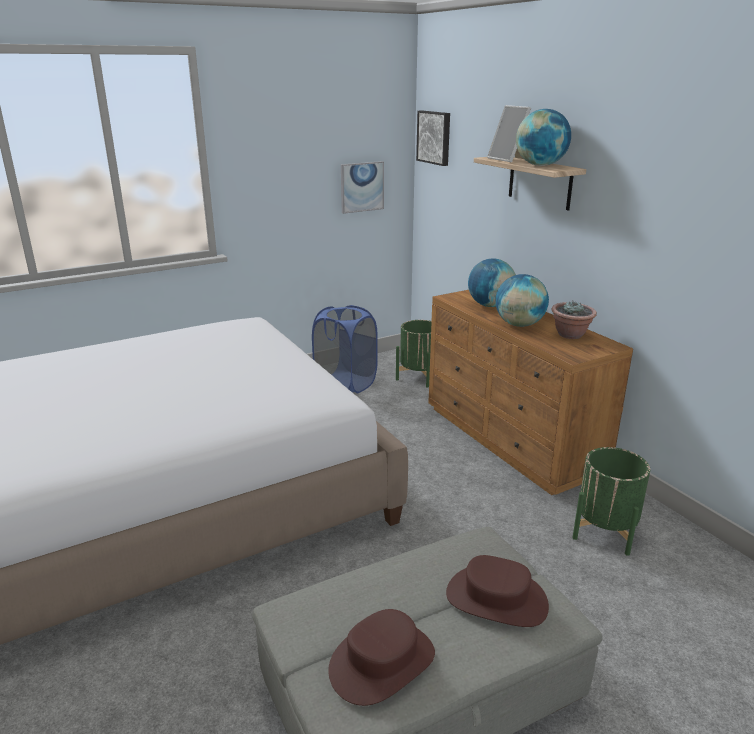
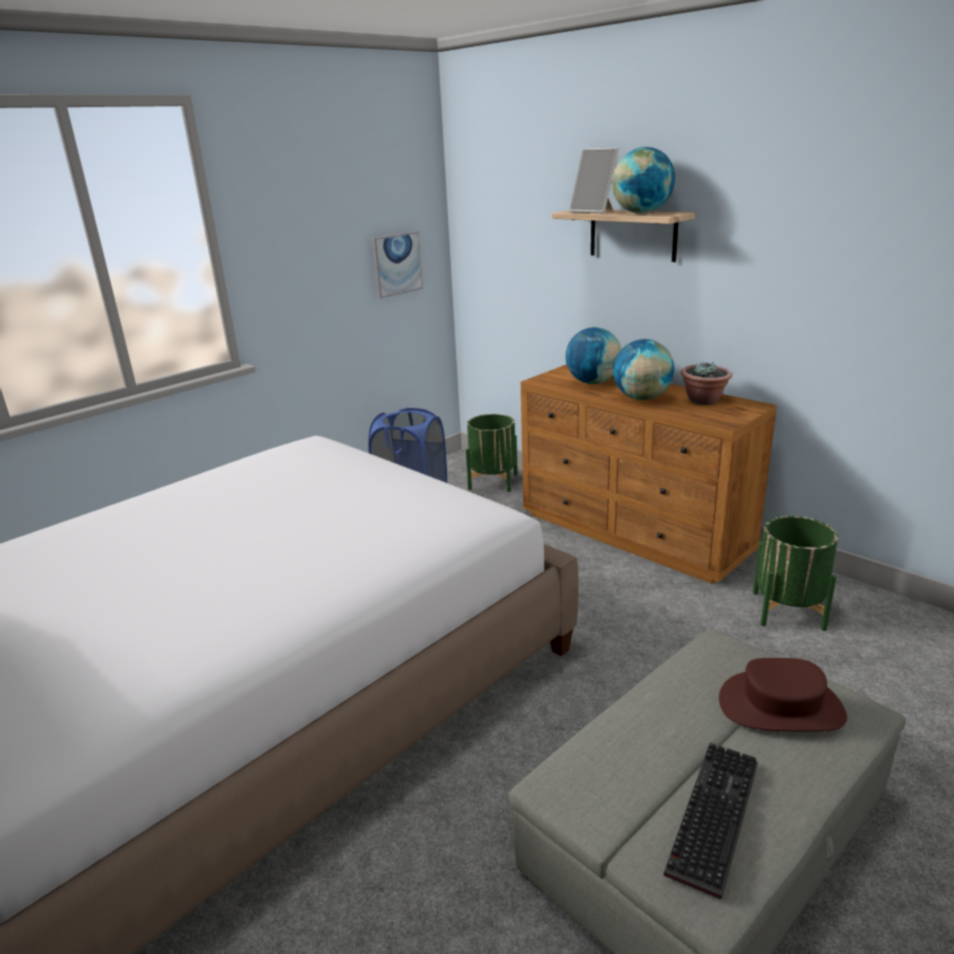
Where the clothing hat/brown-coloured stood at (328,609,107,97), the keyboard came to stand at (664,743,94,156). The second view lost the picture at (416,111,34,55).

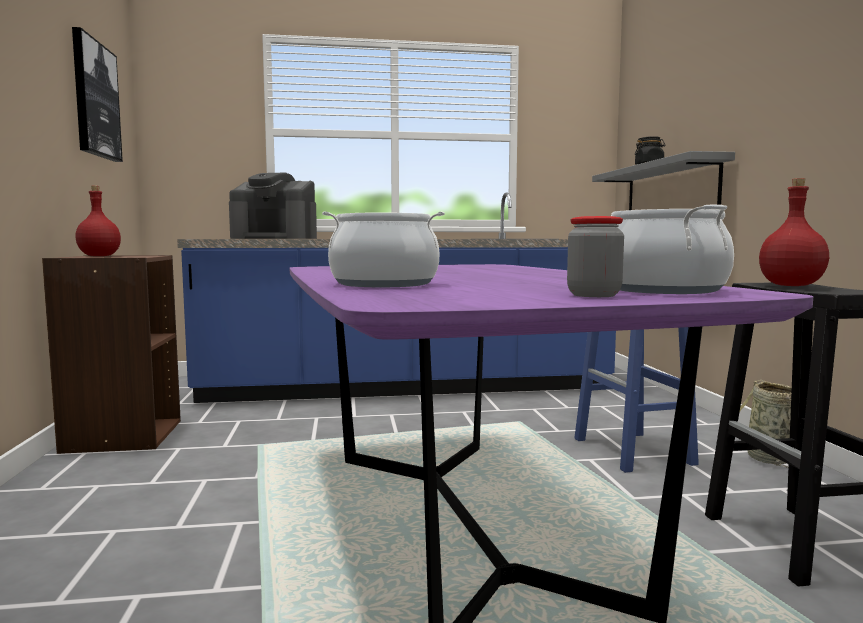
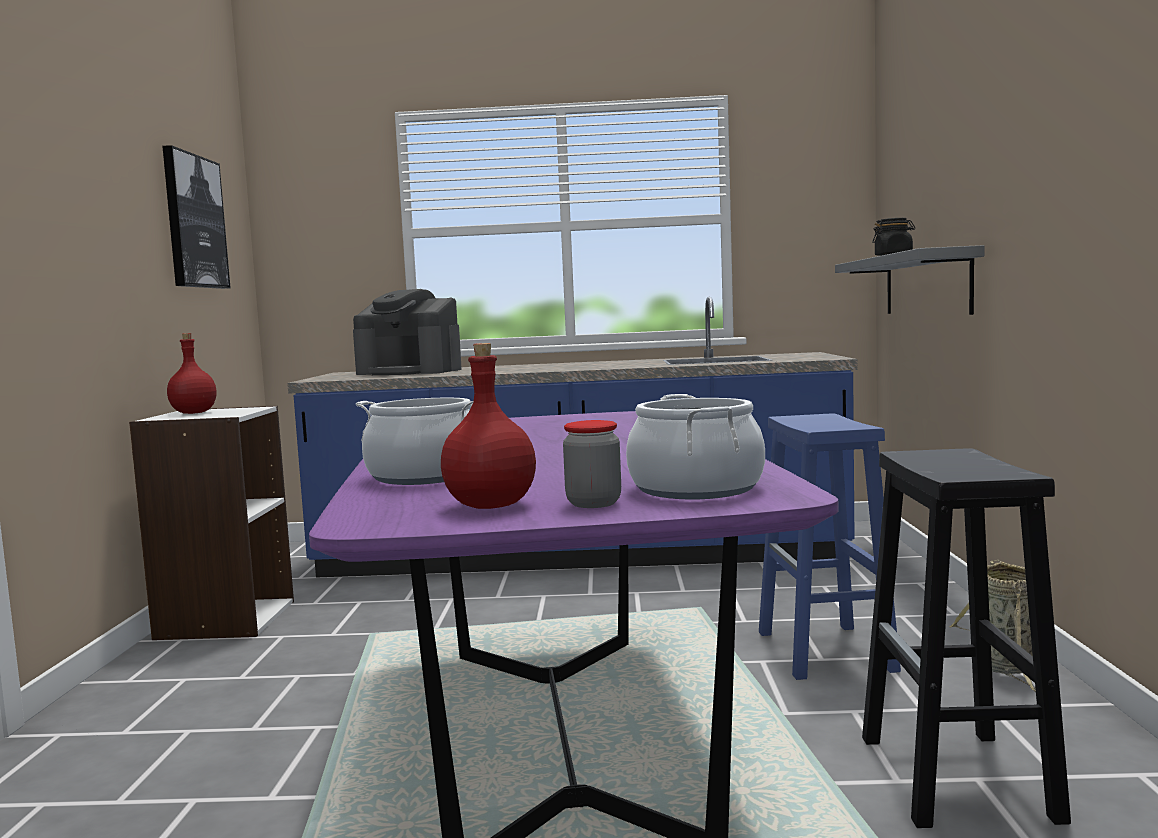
What was the bookcase/brown-coloured at (42,255,139,199) turned into the bookcase/white at (129,406,165,234). The beverage bottle/red ended up elsewhere, having gone from (759,178,70,108) to (441,343,95,166).

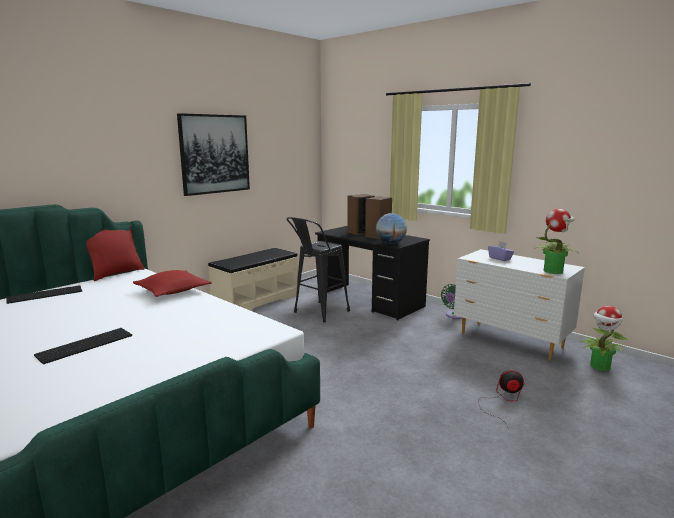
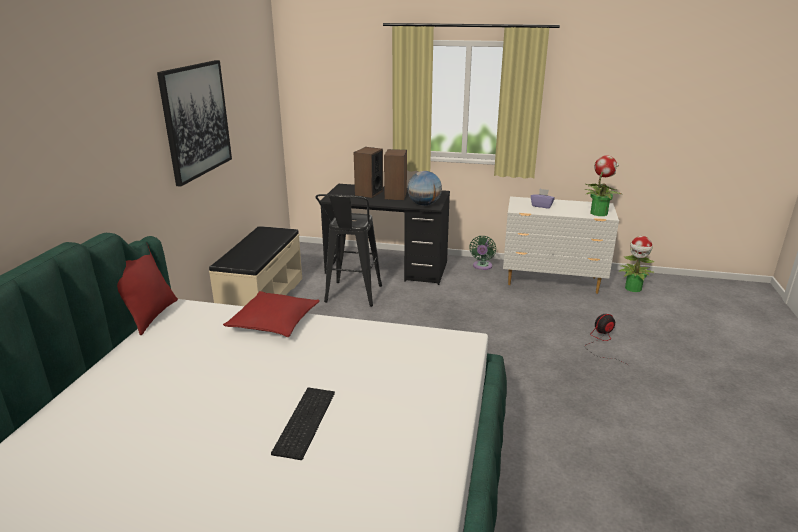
The second view lost the keyboard at (6,285,76,19).

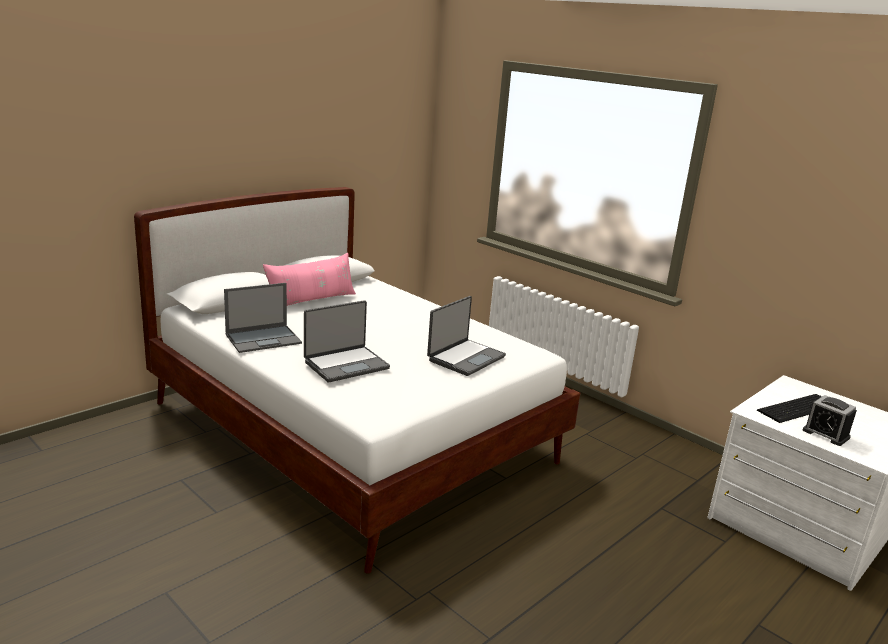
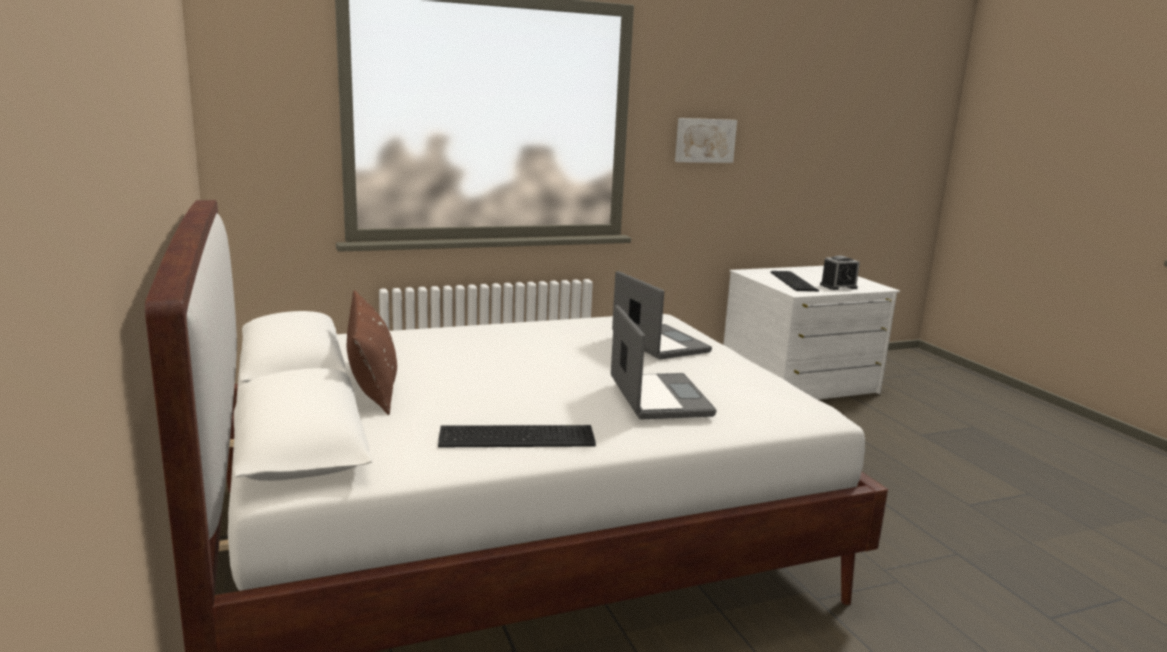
Where the portable computer stood at (224,283,78,70), the keyboard came to stand at (438,425,158,22). What was the cushion/pink-coloured at (263,253,93,53) turned into the cushion/brown-coloured at (347,290,50,125). The second view gained the picture at (675,118,62,45).

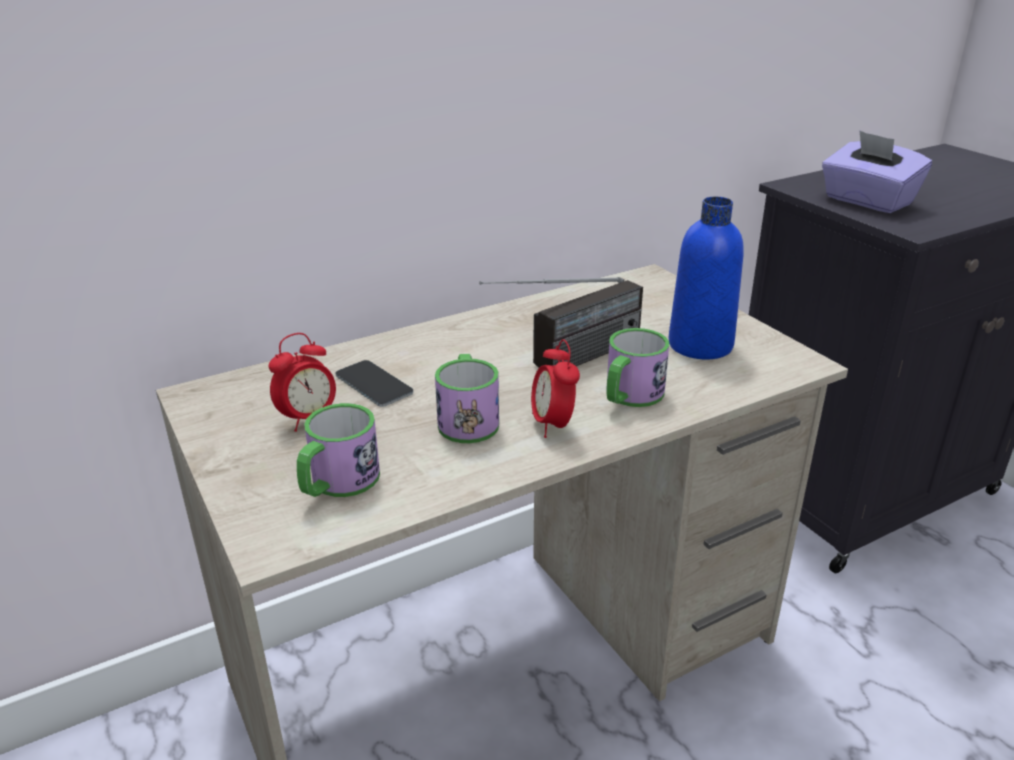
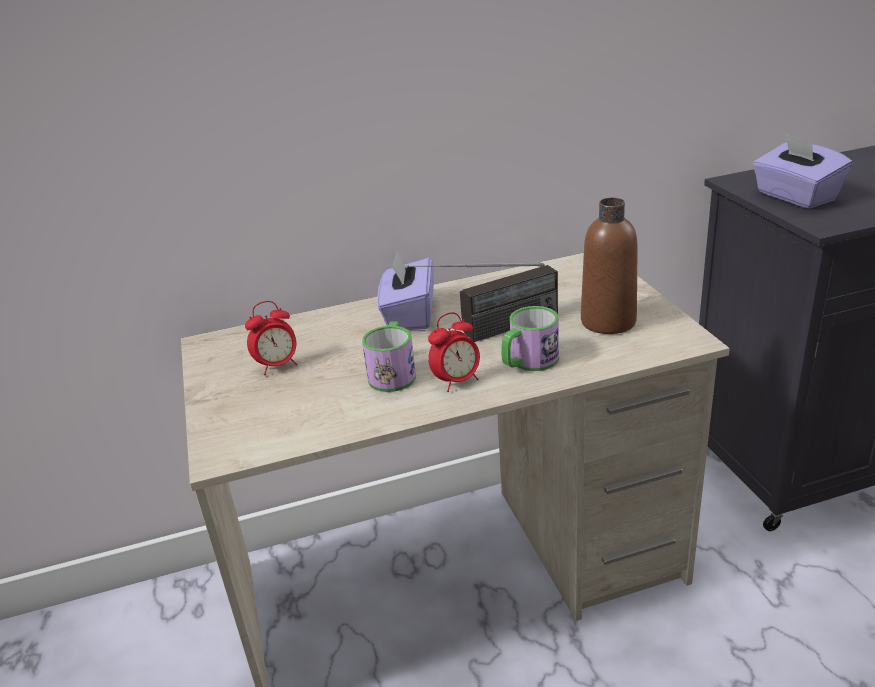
The second view lost the coffee mug at (297,403,83,94). The second view lost the phone at (335,360,78,47). The bedside clock at (531,339,49,99) ended up facing another way, 120 degrees counterclockwise from before. What was the beverage bottle/blue-coloured at (669,197,75,162) turned into the beverage bottle/brown-coloured at (581,198,57,136). The second view gained the tissue holder/purple at (377,251,57,79).

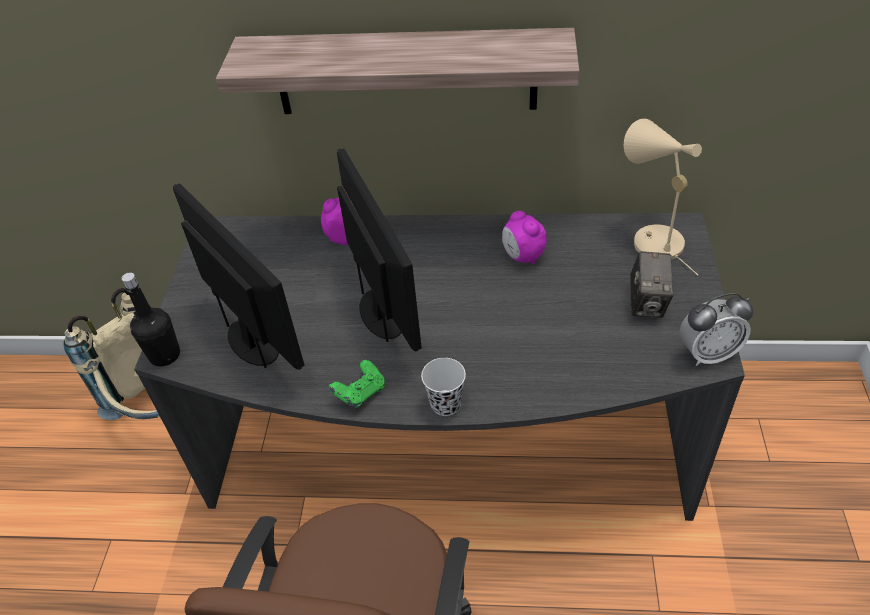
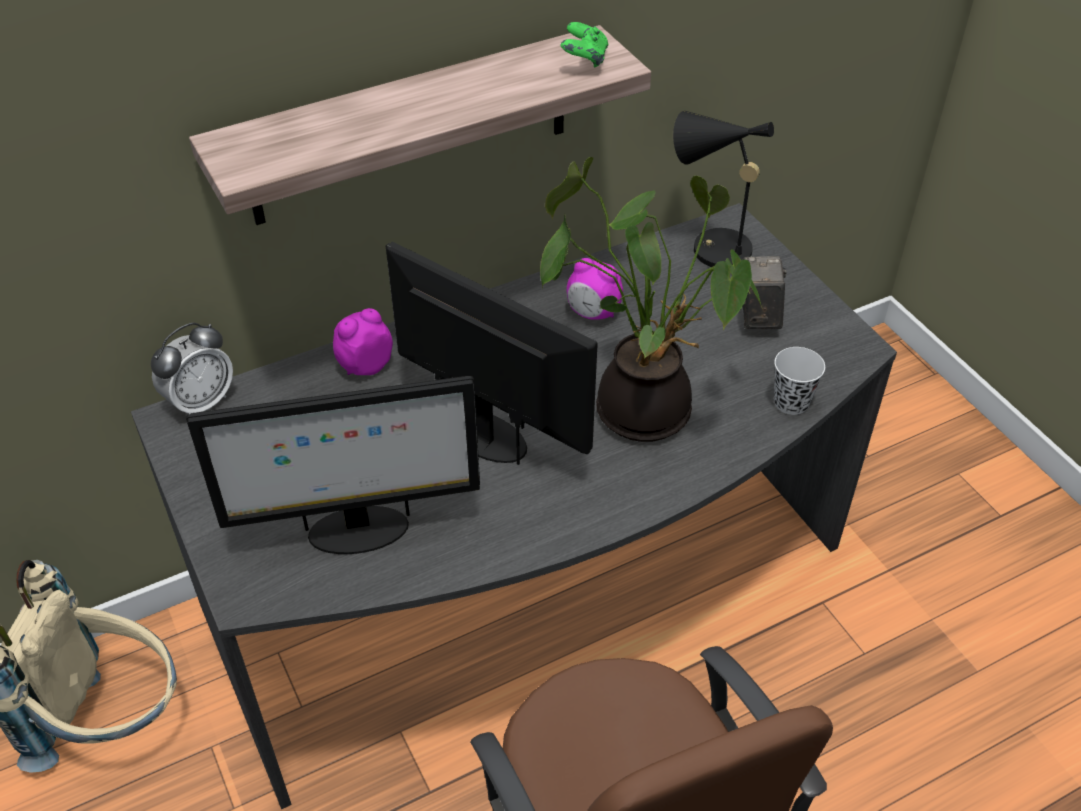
The second view lost the beverage bottle/black-coloured at (121,273,59,94). The monitor at (173,183,132,187) ended up facing another way, 150 degrees clockwise from before. The joypad/greenish ended up elsewhere, having gone from (329,360,56,49) to (560,22,48,46). The drinking cup/white ended up elsewhere, having gone from (421,358,45,58) to (774,347,51,68). What was the table lamp/beige at (624,119,78,156) turned into the table lamp/black-coloured at (673,111,113,158). The still camera at (630,251,44,67) ended up facing another way, 150 degrees counterclockwise from before. The bedside clock ended up elsewhere, having gone from (680,293,74,73) to (151,322,82,92). The second view gained the houseplant at (540,157,223,285).

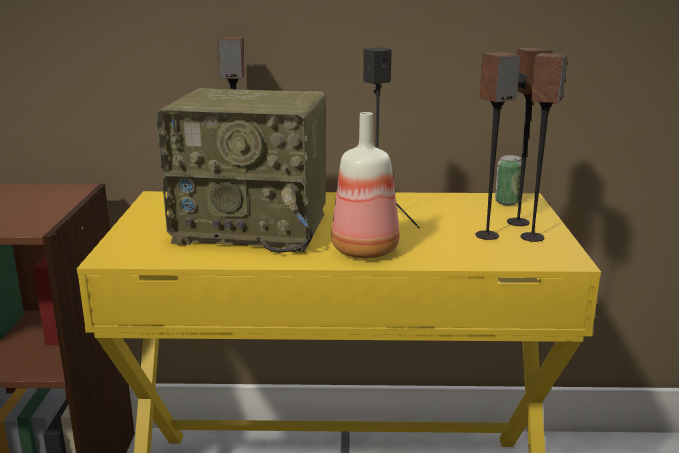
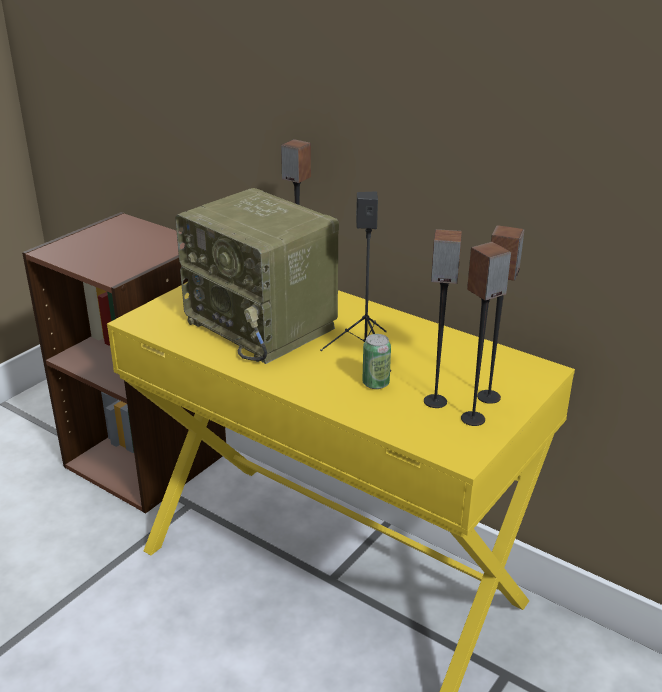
The second view lost the beverage bottle at (331,112,69,146). The can ended up elsewhere, having gone from (495,155,27,50) to (362,334,29,55).

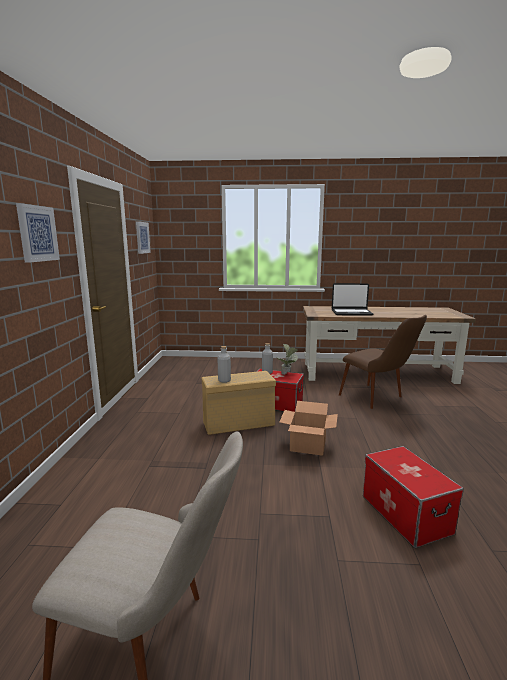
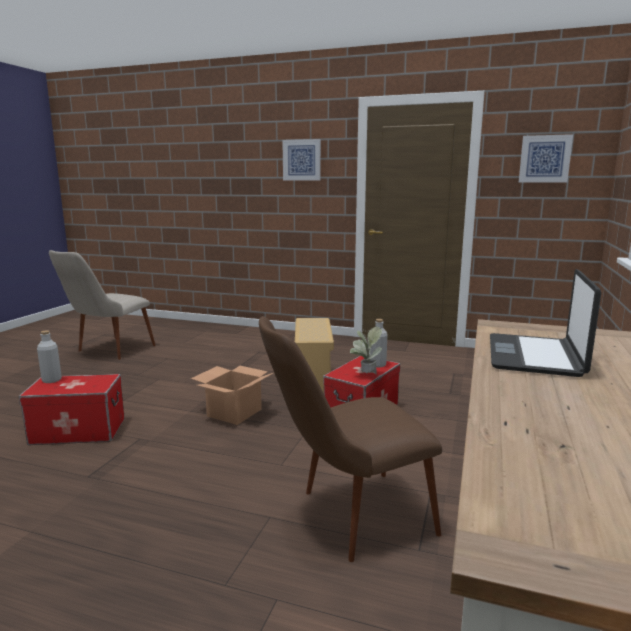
The beverage bottle/grey ended up elsewhere, having gone from (217,346,14,37) to (37,330,25,53).

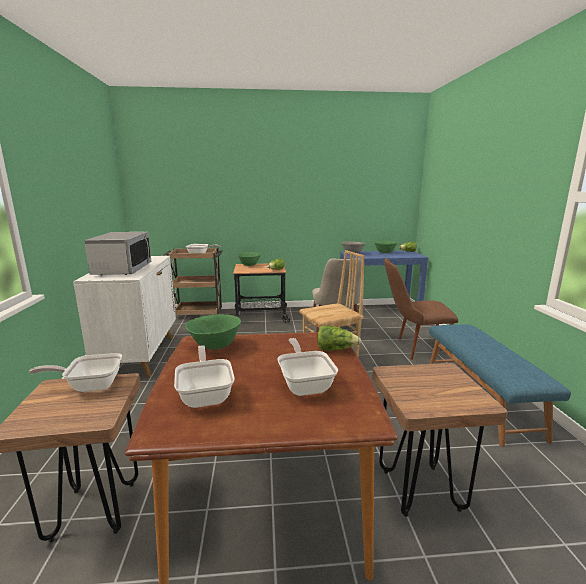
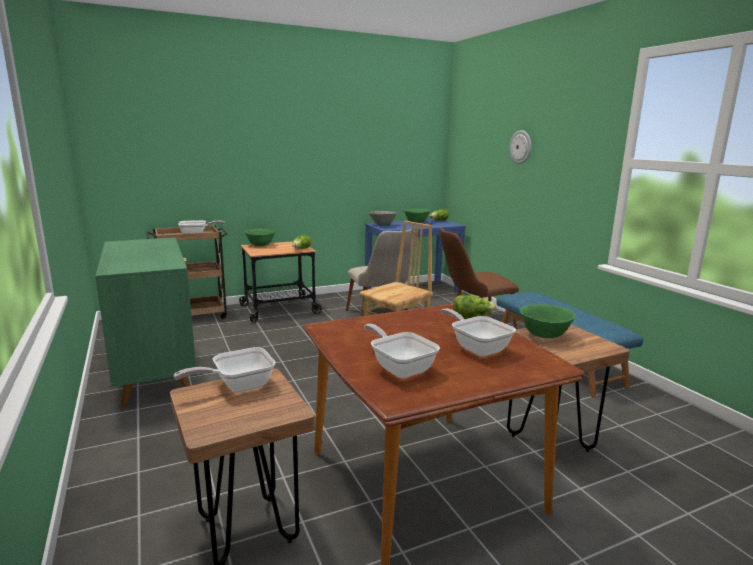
What was the storage cabinet/white at (73,256,103,121) turned into the storage cabinet/greenish at (95,237,101,170). The second view lost the microwave at (84,232,67,43). The deep dish/greenish ended up elsewhere, having gone from (185,314,56,36) to (520,304,56,34). The second view gained the clock on the wall at (509,130,22,34).

